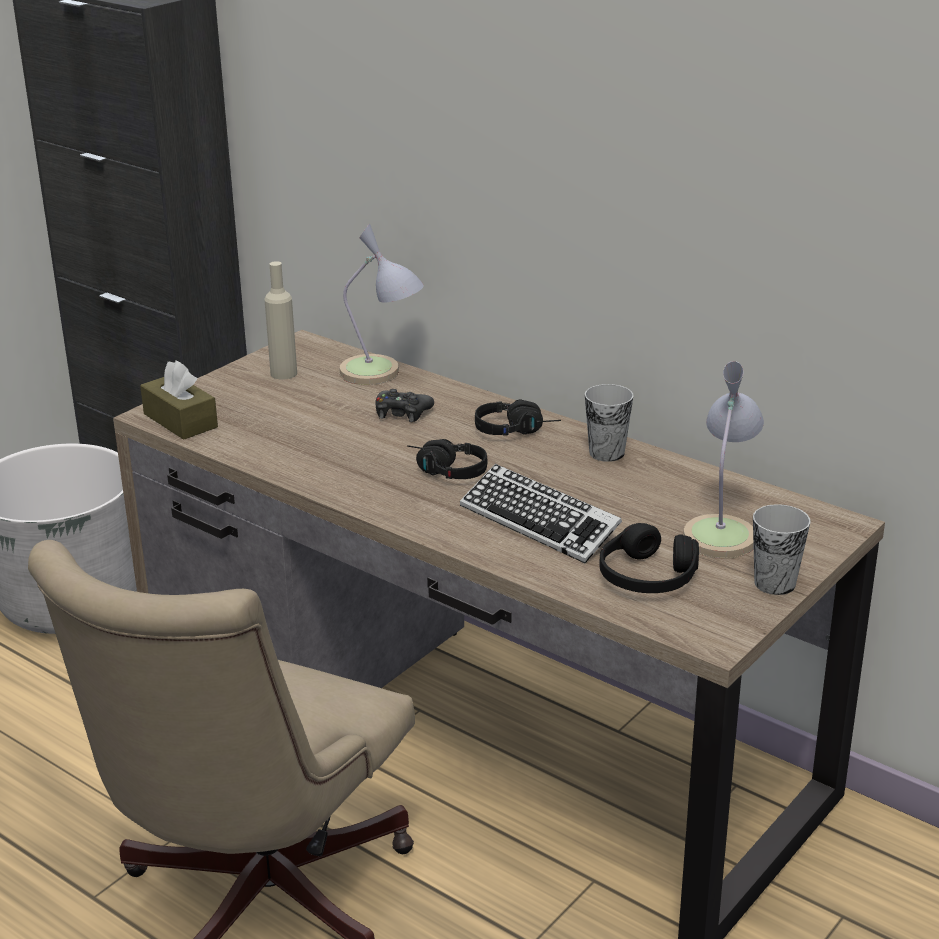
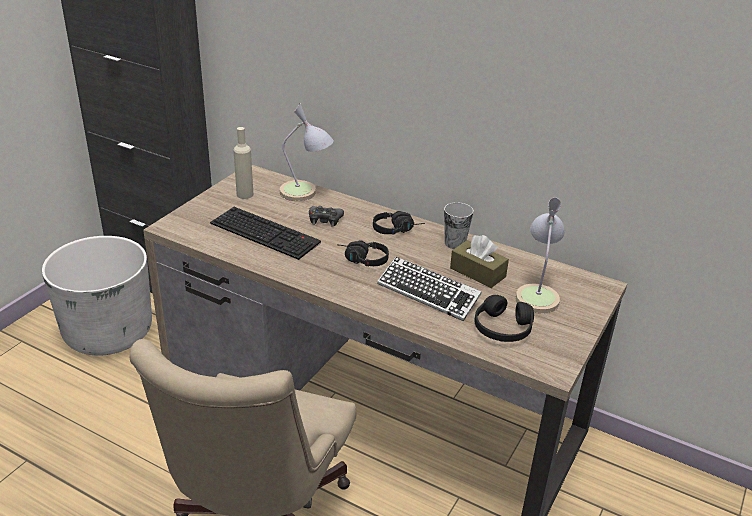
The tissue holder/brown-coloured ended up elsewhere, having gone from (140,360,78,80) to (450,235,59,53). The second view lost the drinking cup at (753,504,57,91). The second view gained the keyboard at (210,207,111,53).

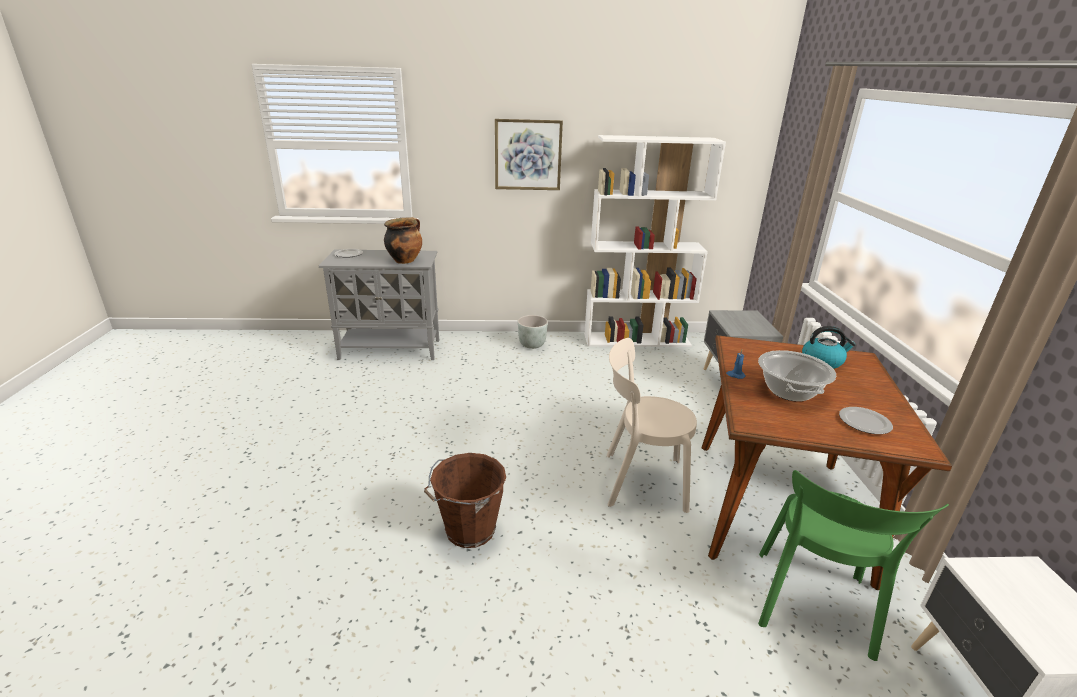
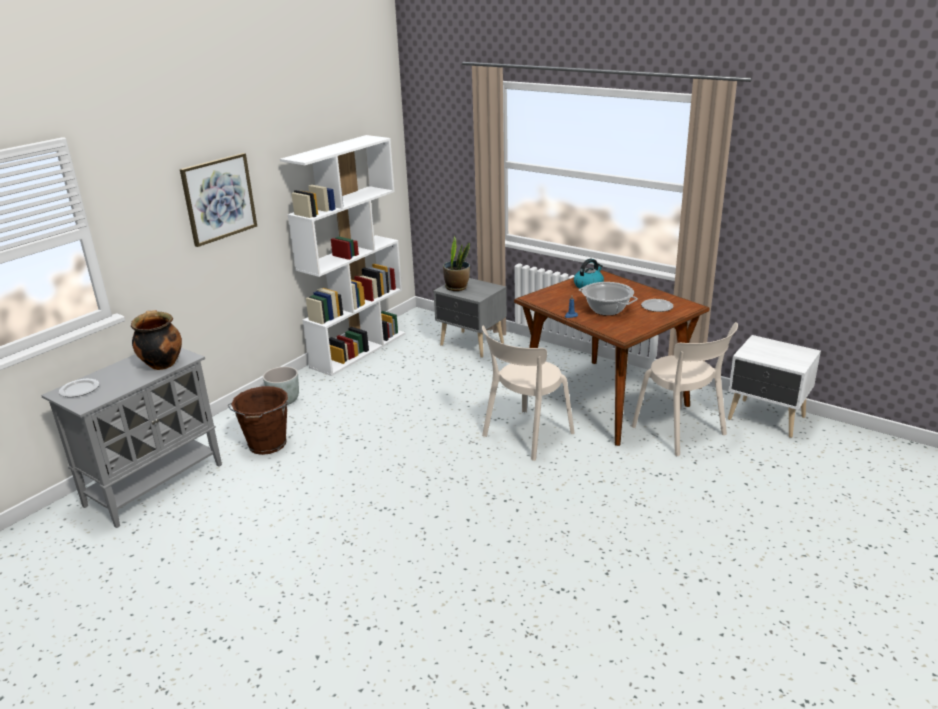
The water bucket/brown-coloured ended up elsewhere, having gone from (424,453,82,95) to (228,386,60,69). What was the upright chair/greenish at (758,470,191,191) turned into the upright chair/beige at (631,322,107,134). The second view gained the houseplant at (443,236,27,55).

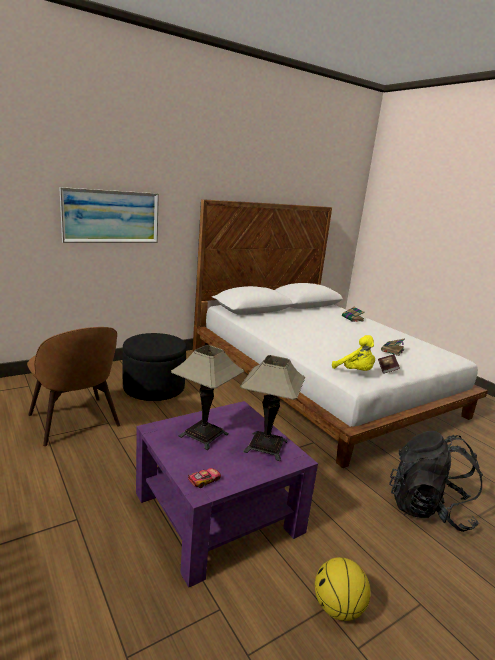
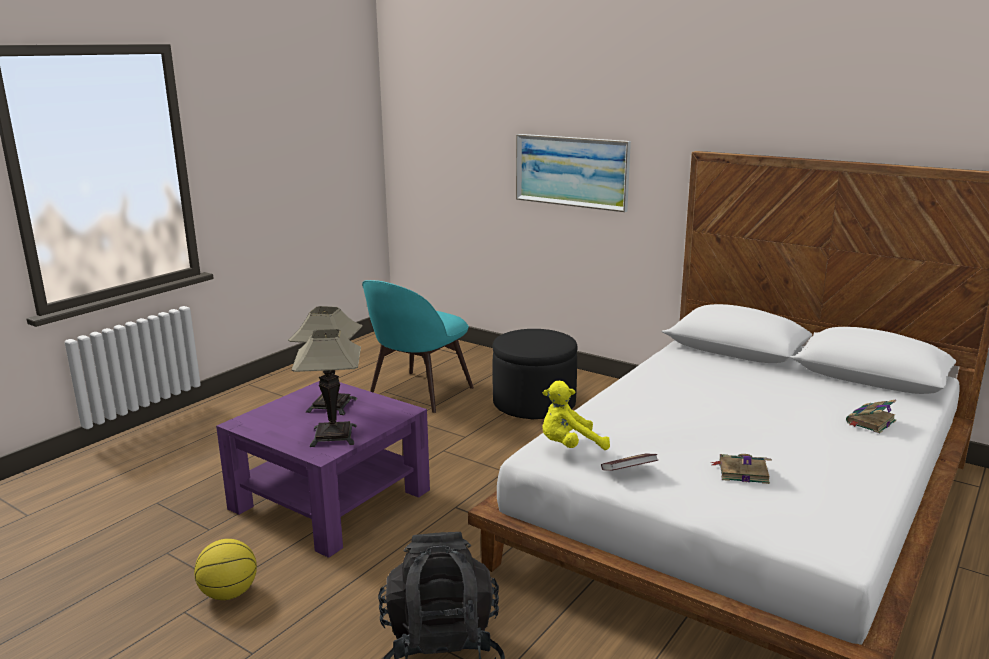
What was the upright chair/brown-coloured at (27,327,93,119) turned into the upright chair/turquoise-coloured at (362,280,112,133). The second view lost the model car at (188,468,33,20). The plush toy/yellow-coloured at (332,335,43,36) ended up facing another way, 45 degrees clockwise from before.

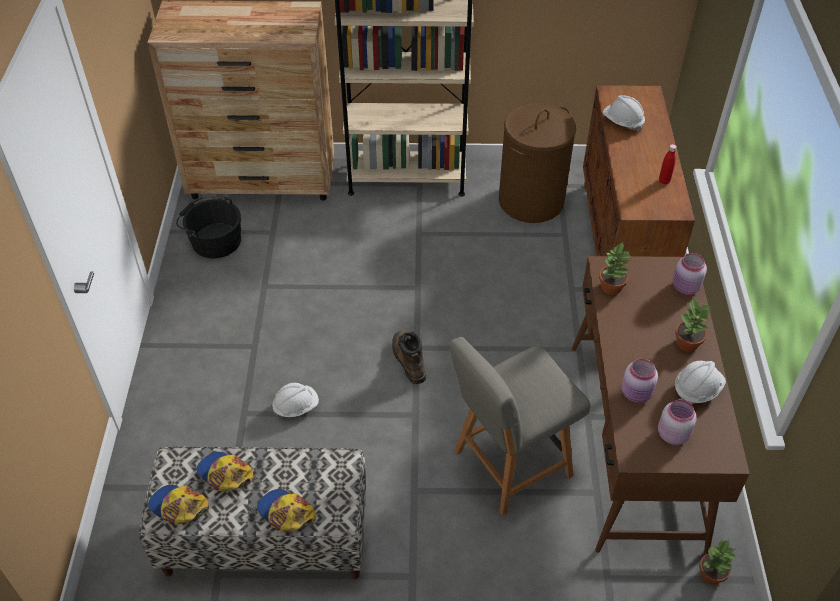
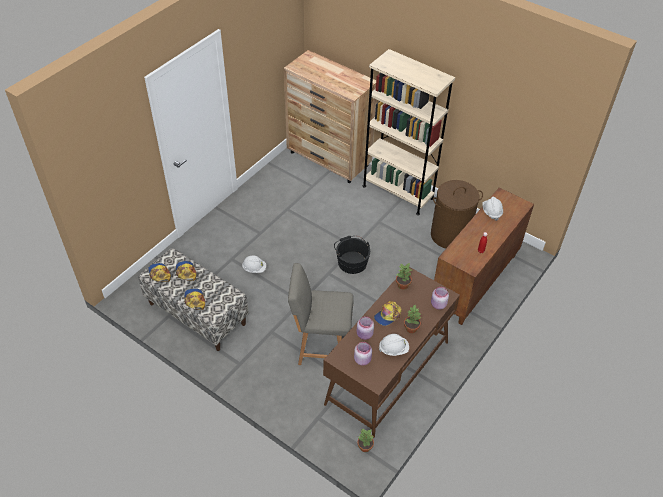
The water bucket/black-coloured ended up elsewhere, having gone from (176,197,65,61) to (334,236,36,38). The second view lost the boot/brown-coloured at (392,330,34,54). The second view gained the cap at (374,301,28,25).

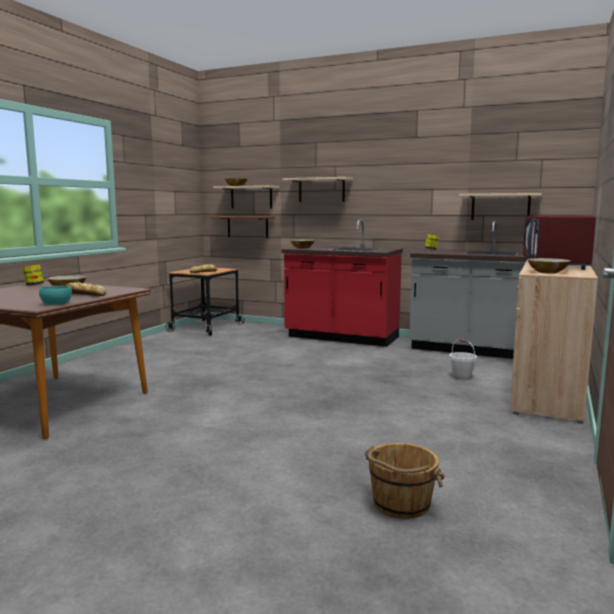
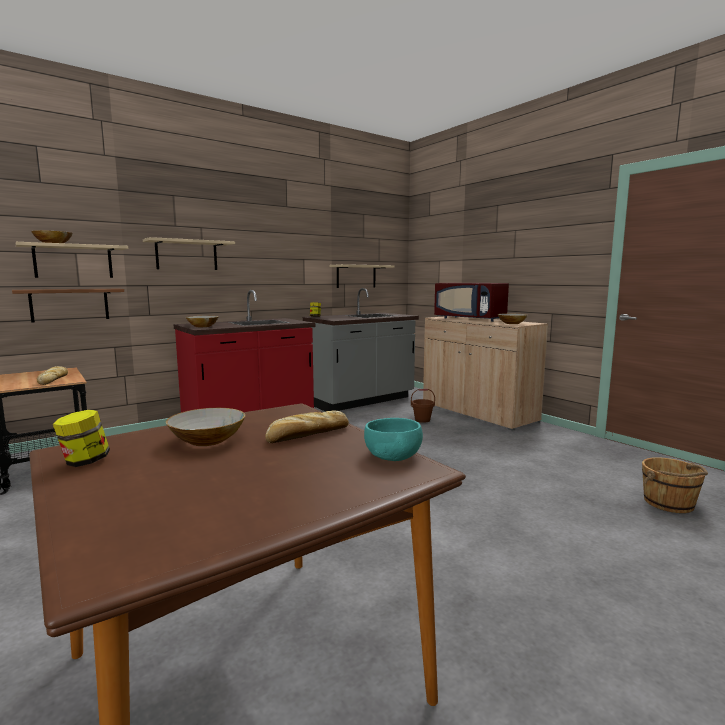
What was the water bucket/white at (449,339,28,41) turned into the water bucket/brown-coloured at (411,389,24,34).

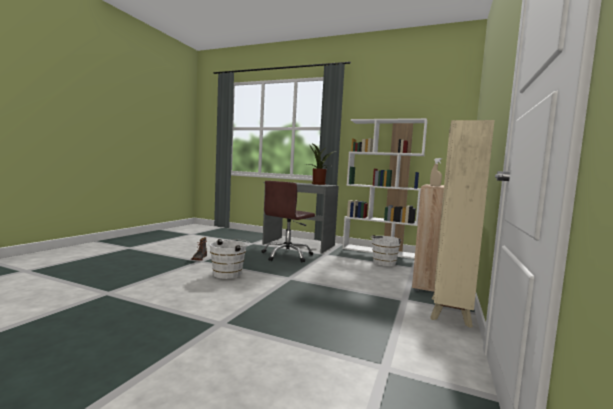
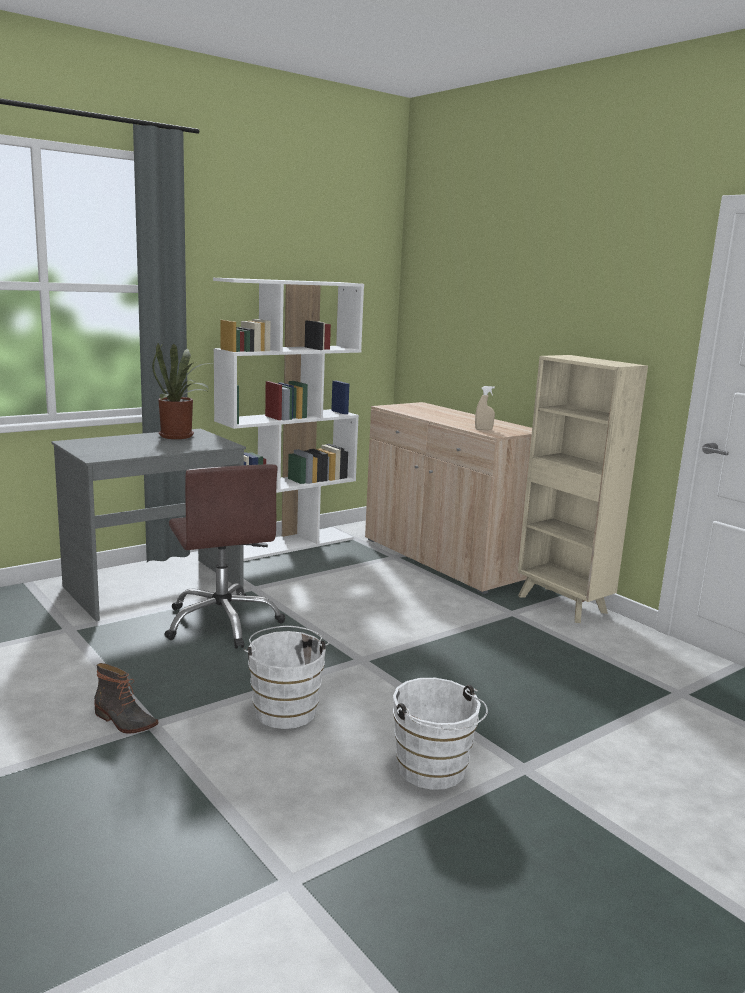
The water bucket/white ended up elsewhere, having gone from (370,235,31,31) to (393,678,95,112).

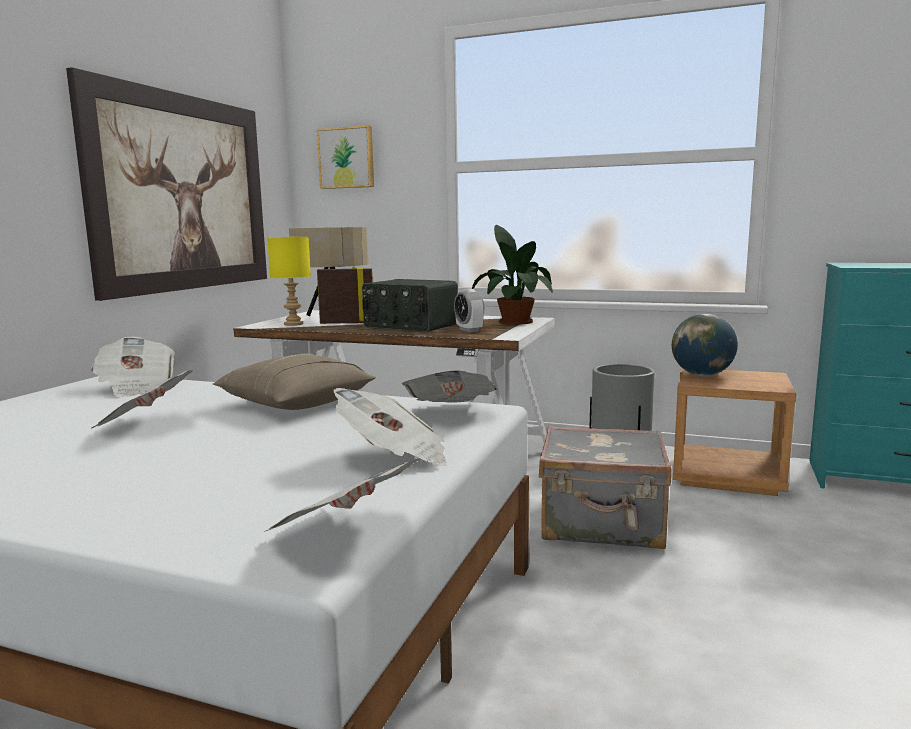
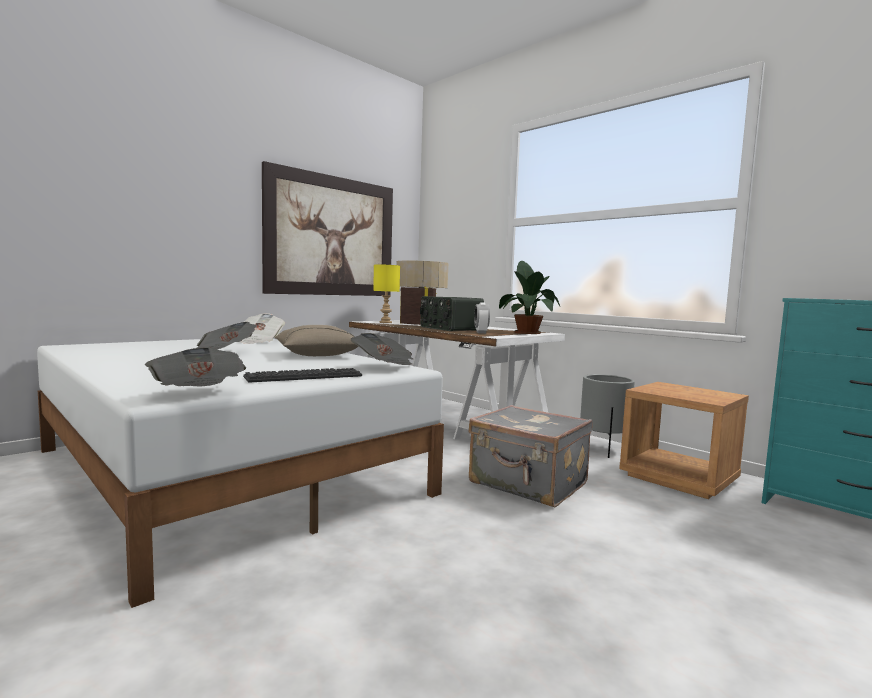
The second view lost the picture at (317,125,57,64). Where the daily paper stood at (333,388,114,78), the keyboard came to stand at (243,368,119,15). The second view lost the world globe at (672,314,66,62).

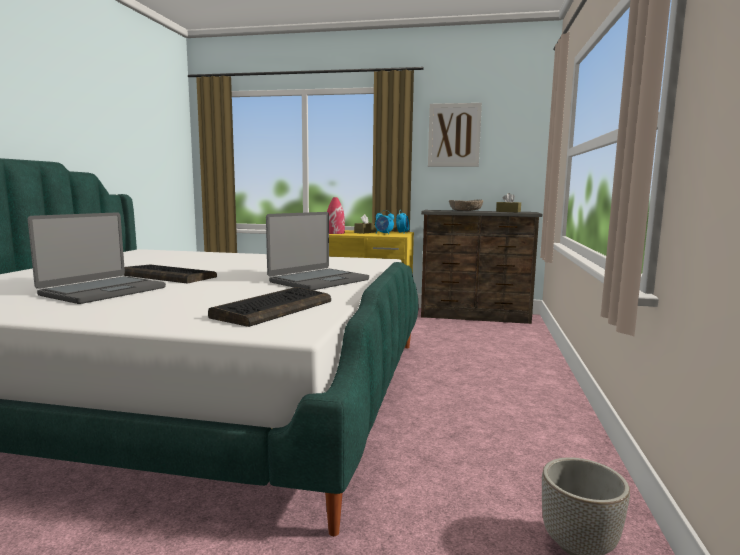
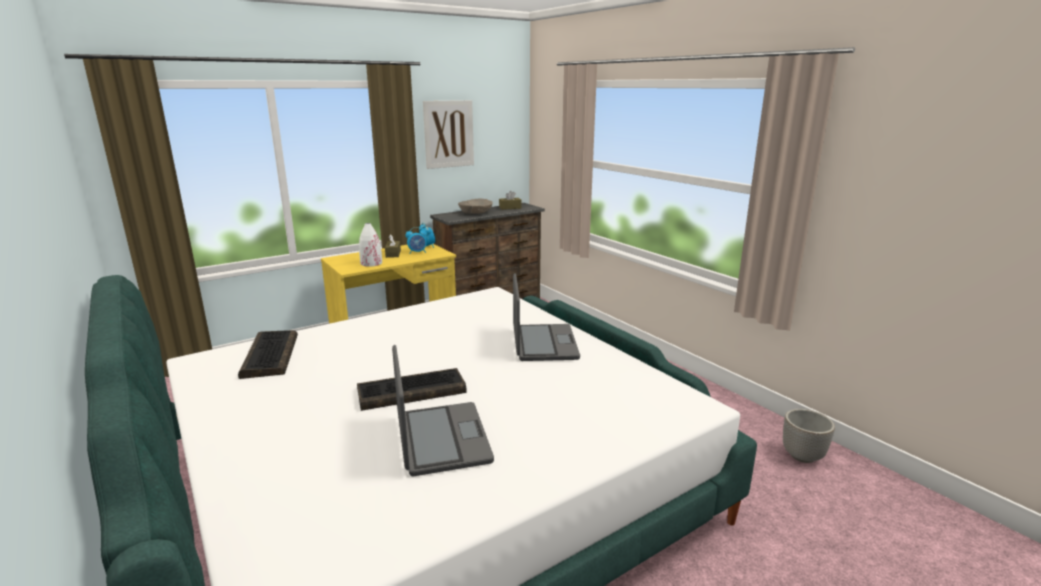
The keyboard ended up elsewhere, having gone from (208,287,123,40) to (238,330,60,49). What was the flower vase/red at (327,197,18,37) turned into the flower vase/white at (359,223,23,44).

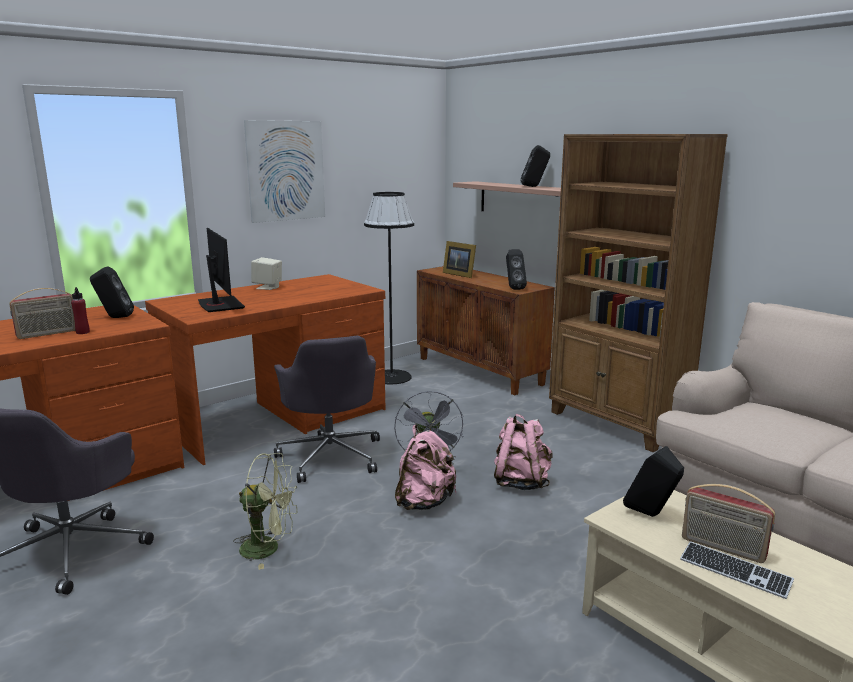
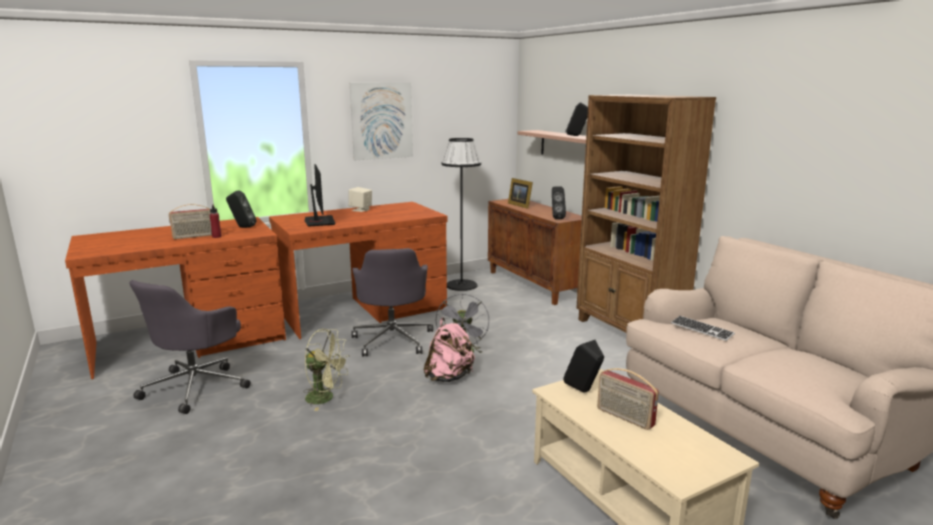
The second view lost the rucksack/pink-coloured at (494,414,59,76). The keyboard ended up elsewhere, having gone from (680,541,114,58) to (671,316,64,25).

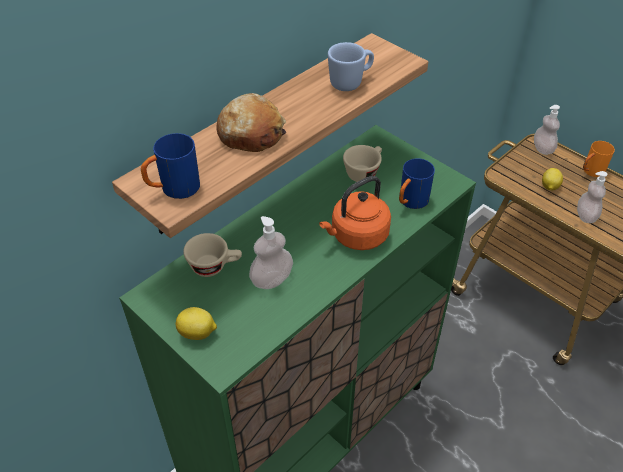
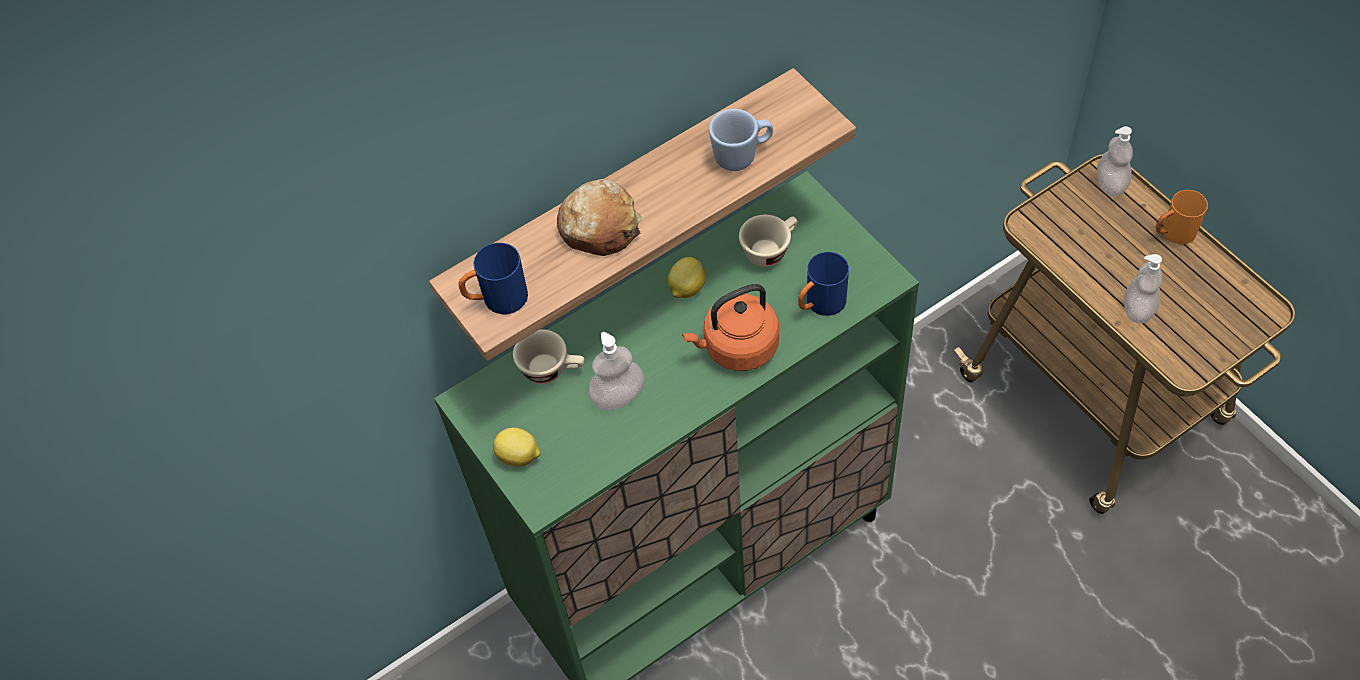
The citrus fruit ended up elsewhere, having gone from (542,168,21,22) to (668,257,38,41).

